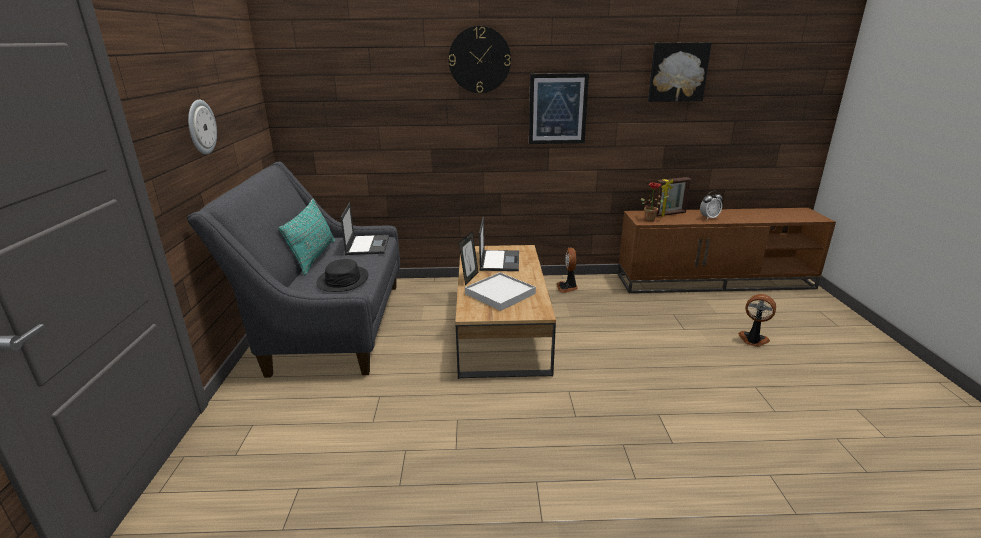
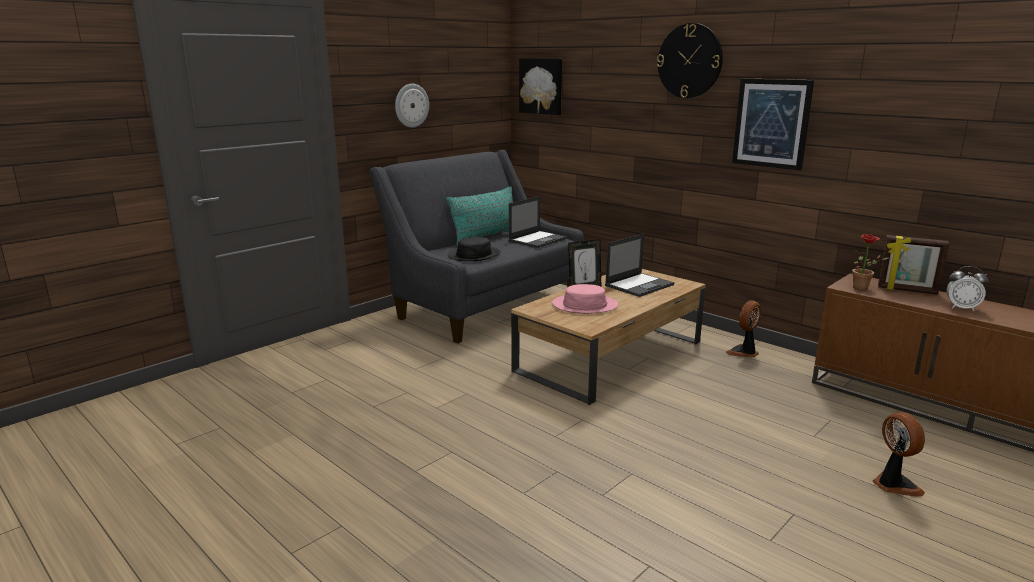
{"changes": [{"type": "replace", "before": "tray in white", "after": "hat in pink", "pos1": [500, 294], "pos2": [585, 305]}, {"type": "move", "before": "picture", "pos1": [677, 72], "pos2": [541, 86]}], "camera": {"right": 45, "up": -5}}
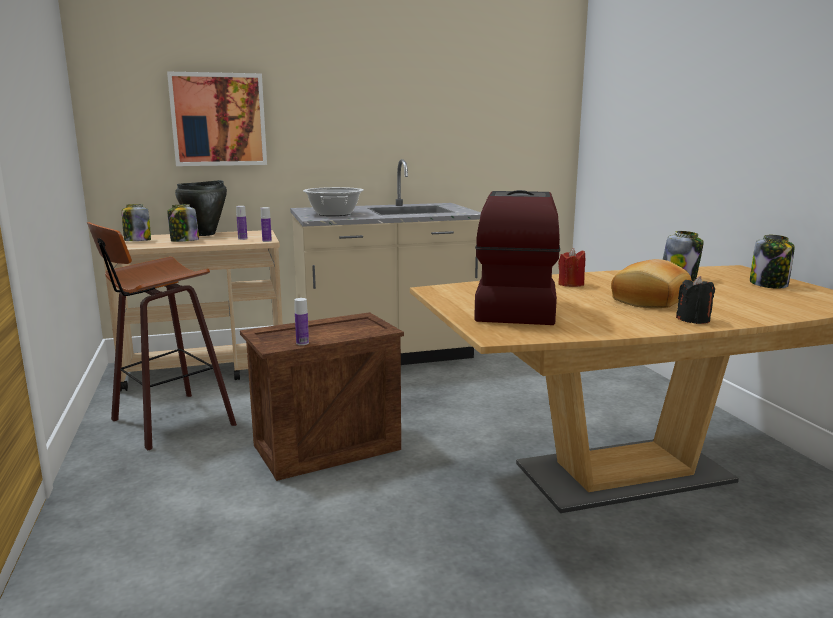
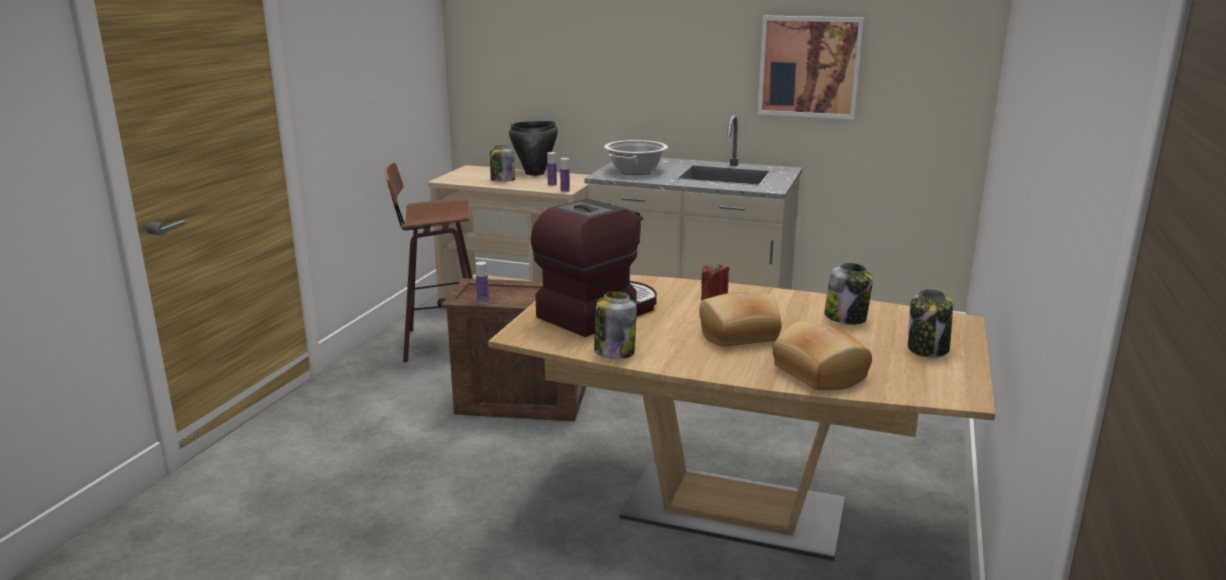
{"changes": [{"type": "move", "before": "jar", "pos1": [137, 241], "pos2": [614, 352]}, {"type": "move", "before": "picture", "pos1": [218, 119], "pos2": [809, 66]}, {"type": "delete", "before": "candle in black", "pos1": [693, 320]}, {"type": "insert", "after": "bread", "pos2": [818, 373]}], "camera": {"right": 35, "up": 5}}
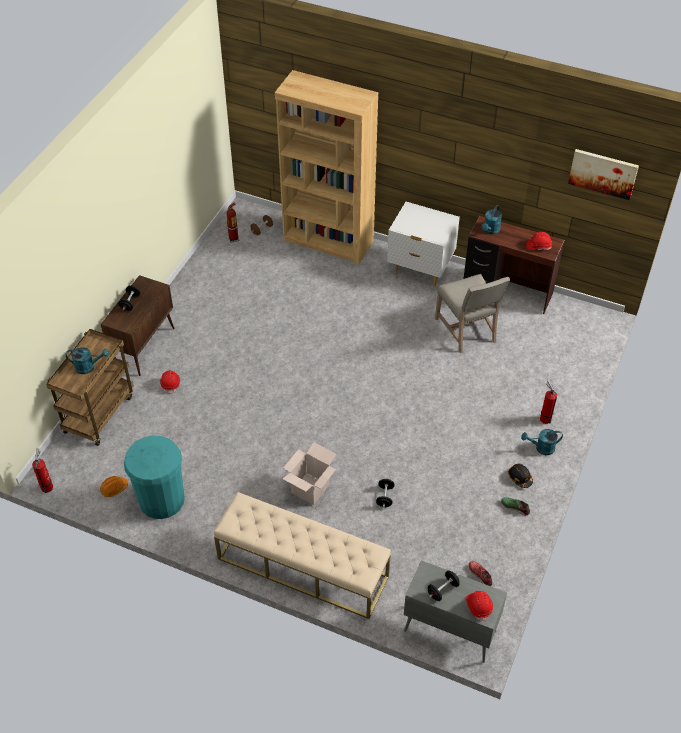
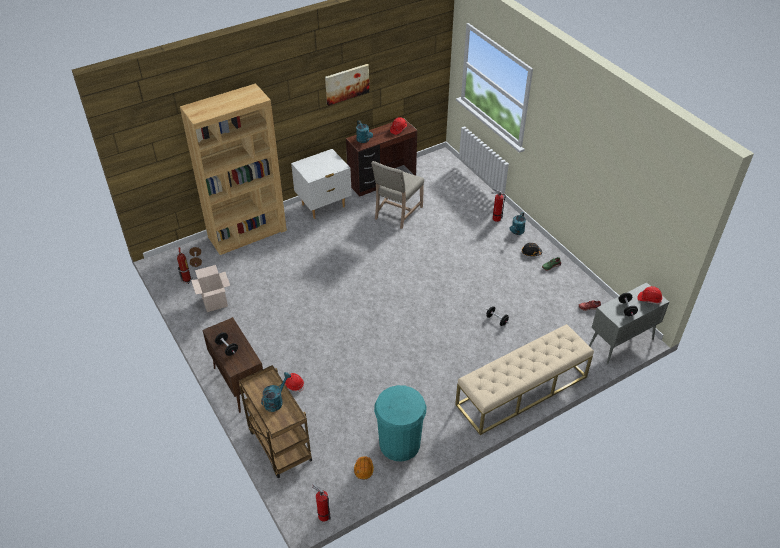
{"changes": [{"type": "move", "before": "cardboard box", "pos1": [310, 488], "pos2": [215, 301]}, {"type": "rotate", "before": "chair in beige", "pos1": [467, 331], "pos2": [397, 213], "turn": 105}, {"type": "move", "before": "picture", "pos1": [603, 173], "pos2": [347, 84]}], "camera": {"right": -55, "up": -5}}
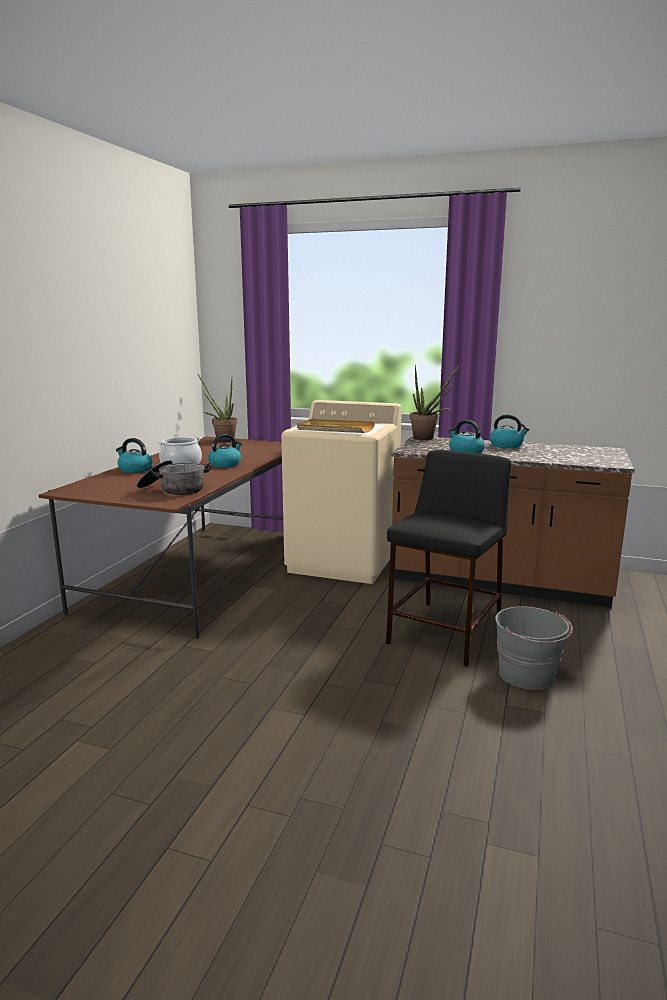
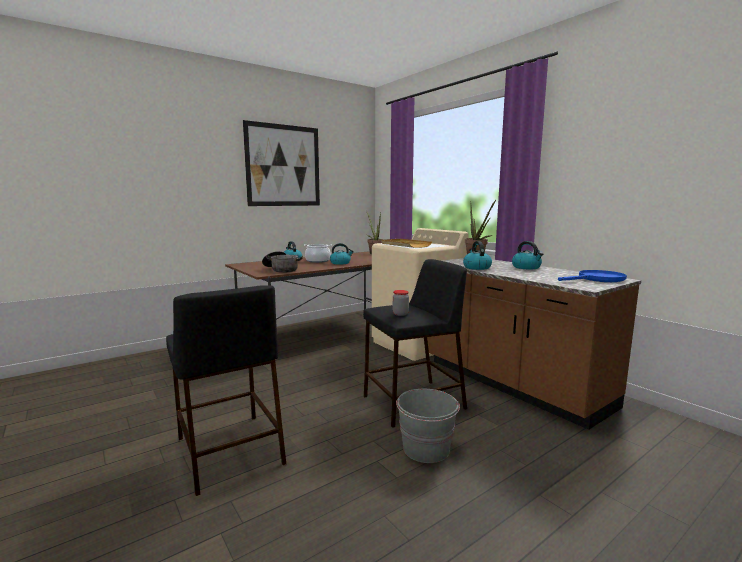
{"changes": [{"type": "insert", "after": "stool in black", "pos2": [228, 450]}, {"type": "insert", "after": "picture", "pos2": [283, 166]}, {"type": "insert", "after": "jar", "pos2": [400, 314]}, {"type": "insert", "after": "frying pan in blue", "pos2": [597, 279]}], "camera": {"right": 35, "up": -5}}
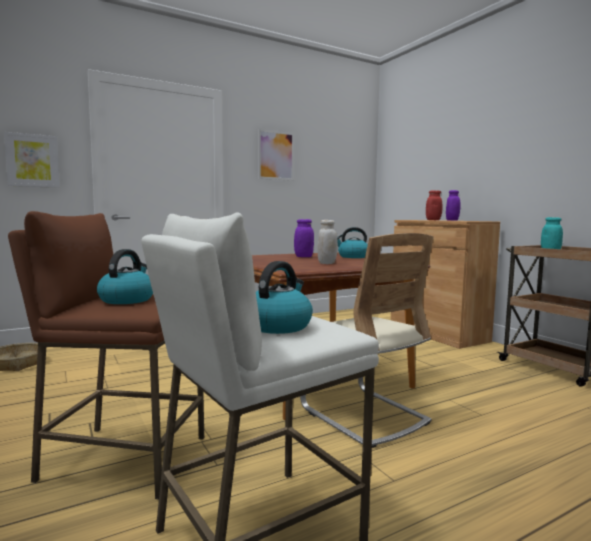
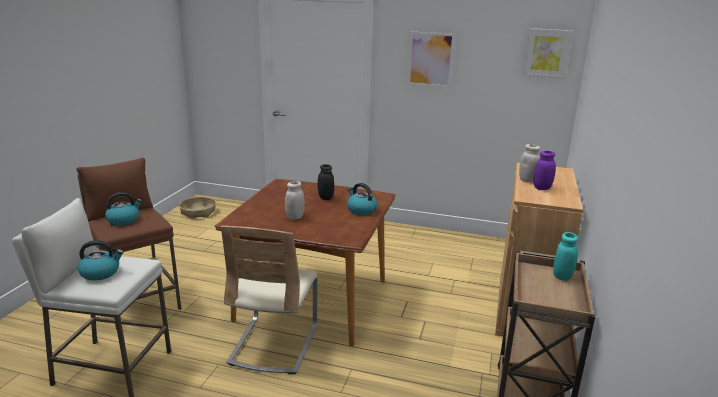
{"changes": [{"type": "move", "before": "picture", "pos1": [32, 160], "pos2": [546, 53]}, {"type": "recolor", "before": "jar in purple", "after": "jar in black", "pos1": [303, 257], "pos2": [325, 198]}, {"type": "recolor", "before": "jar in red", "after": "jar in white", "pos1": [433, 220], "pos2": [527, 180]}], "camera": {"right": 45, "up": 15}}
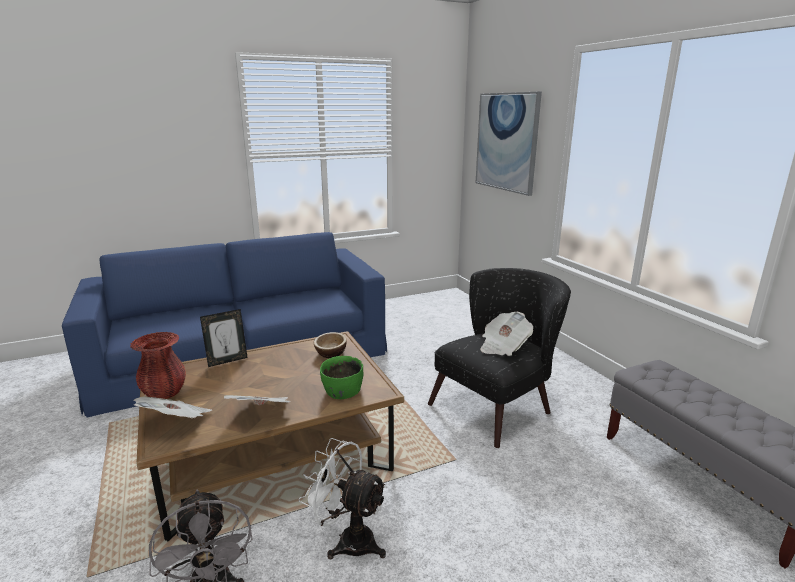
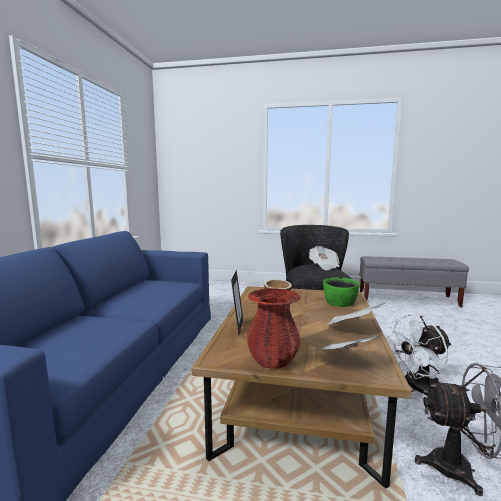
{"changes": [{"type": "delete", "before": "picture", "pos1": [506, 142]}], "camera": {"right": -55, "up": -10}}
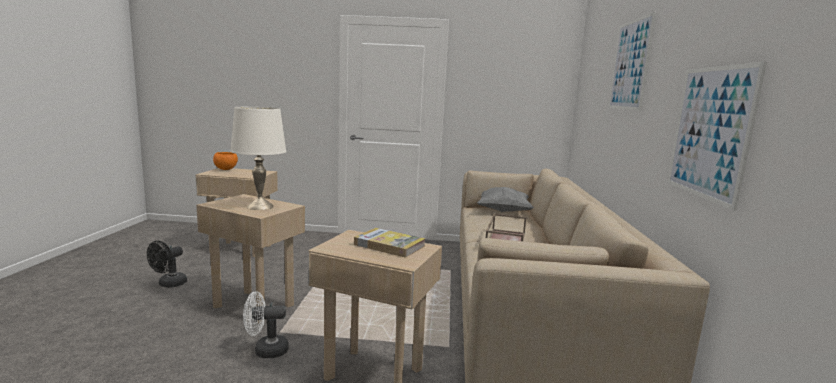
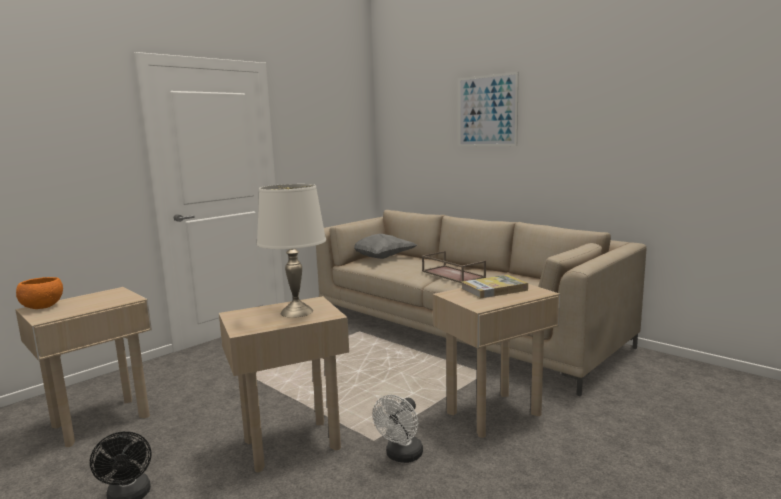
{"changes": [{"type": "delete", "before": "picture", "pos1": [710, 132]}], "camera": {"right": -50, "up": 0}}
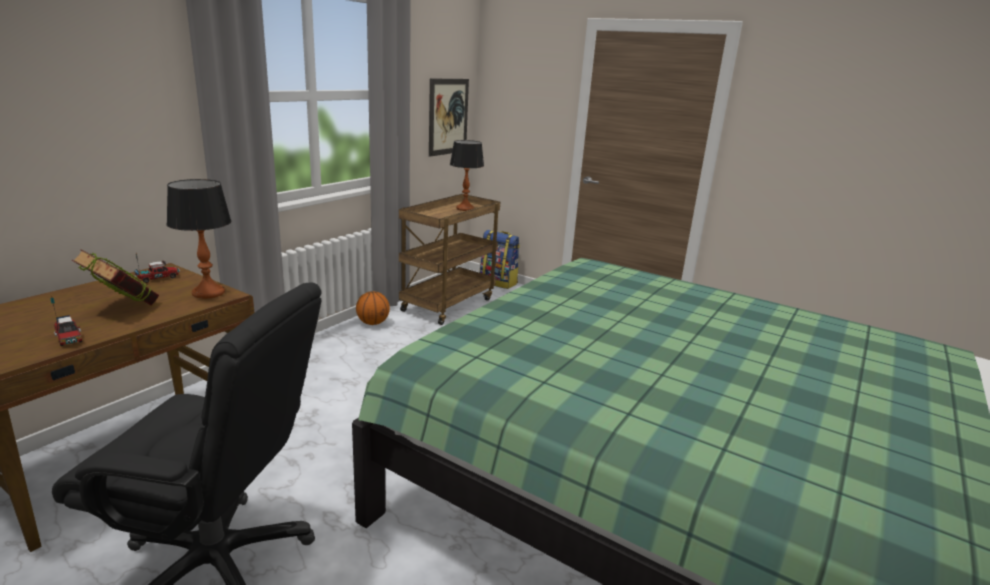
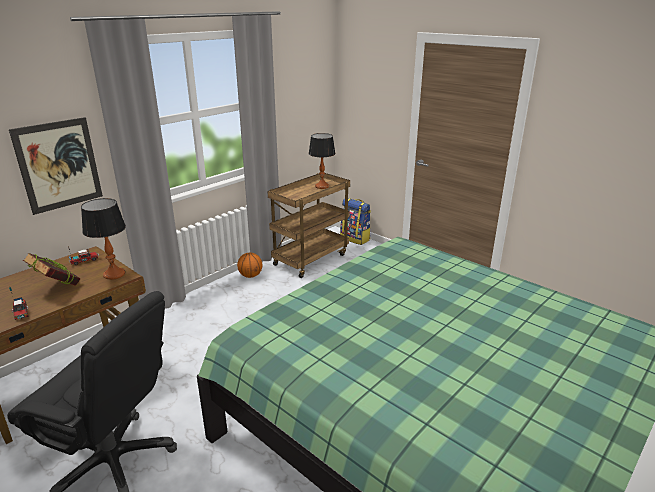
{"changes": [{"type": "move", "before": "picture", "pos1": [448, 117], "pos2": [59, 165]}], "camera": {"right": 10, "up": 5}}
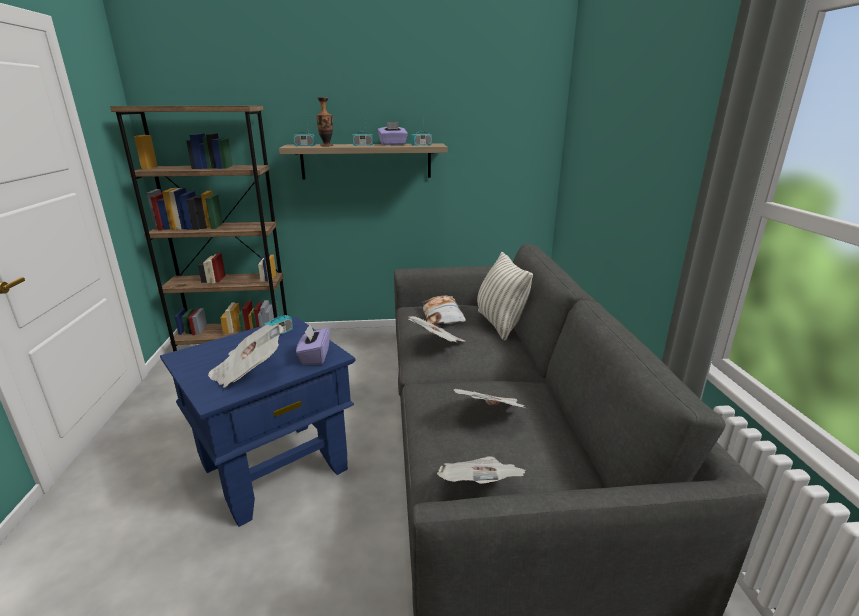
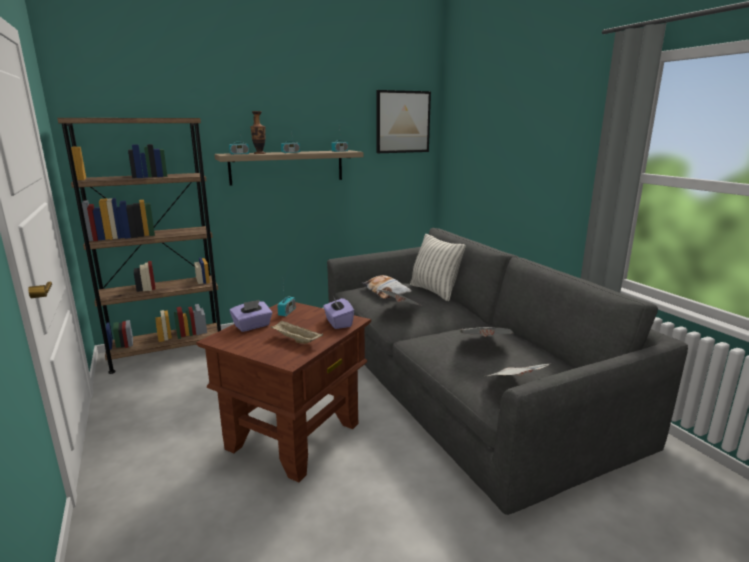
{"changes": [{"type": "recolor", "before": "side table in blue", "after": "side table in brown", "pos1": [275, 468], "pos2": [295, 436]}, {"type": "replace", "before": "newspaper", "after": "tray in beige", "pos1": [248, 372], "pos2": [295, 340]}, {"type": "move", "before": "tissue box in purple", "pos1": [393, 144], "pos2": [252, 326]}, {"type": "insert", "after": "picture", "pos2": [403, 122]}], "camera": {"right": -20, "up": -5}}
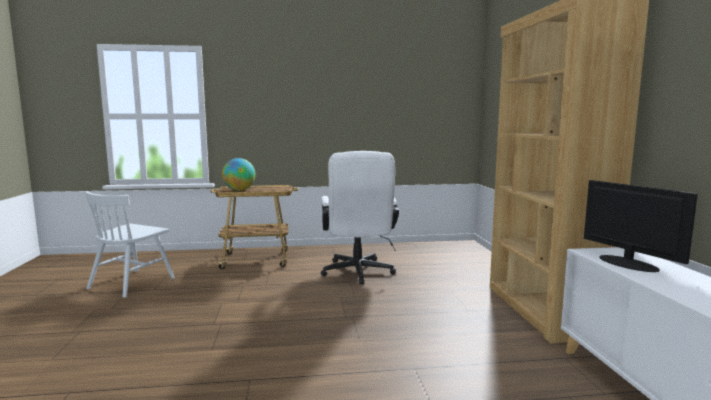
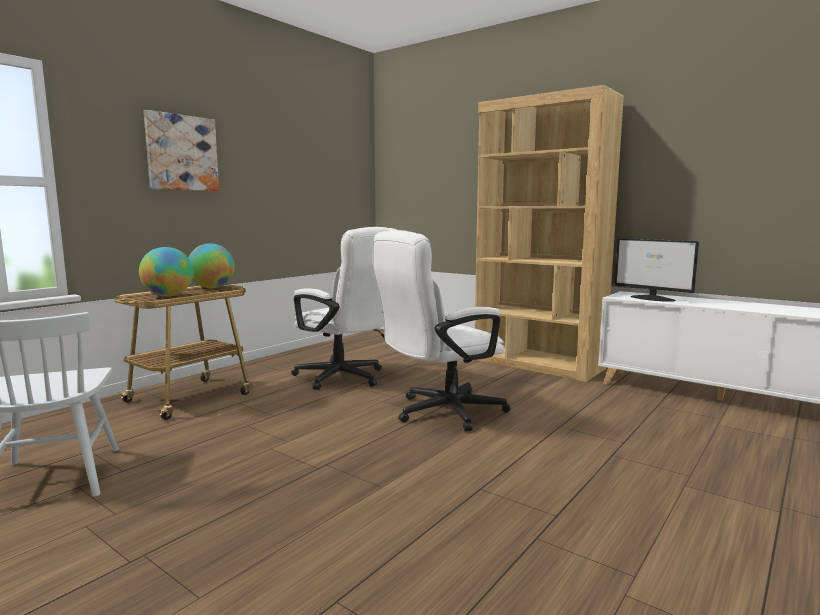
{"changes": [{"type": "rotate", "before": "monitor", "pos1": [627, 263], "pos2": [653, 298], "turn": -150}, {"type": "insert", "after": "picture", "pos2": [182, 153]}, {"type": "insert", "after": "globe", "pos2": [212, 288]}, {"type": "insert", "after": "office chair in white", "pos2": [440, 412]}], "camera": {"right": -45, "up": 0}}
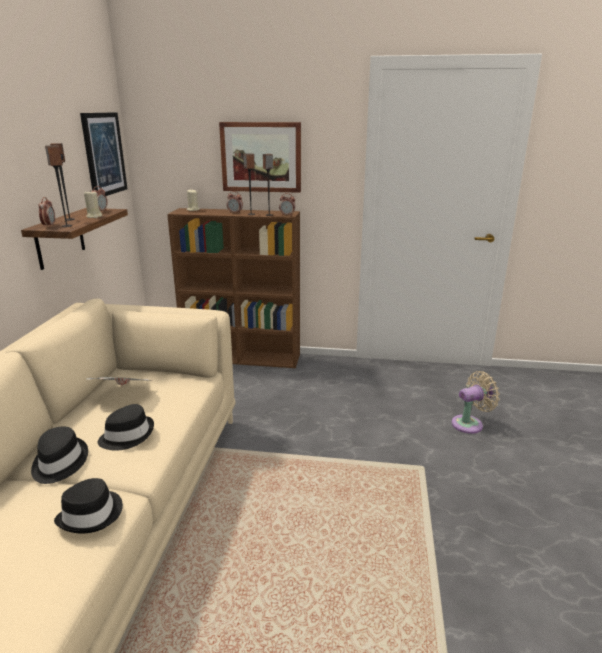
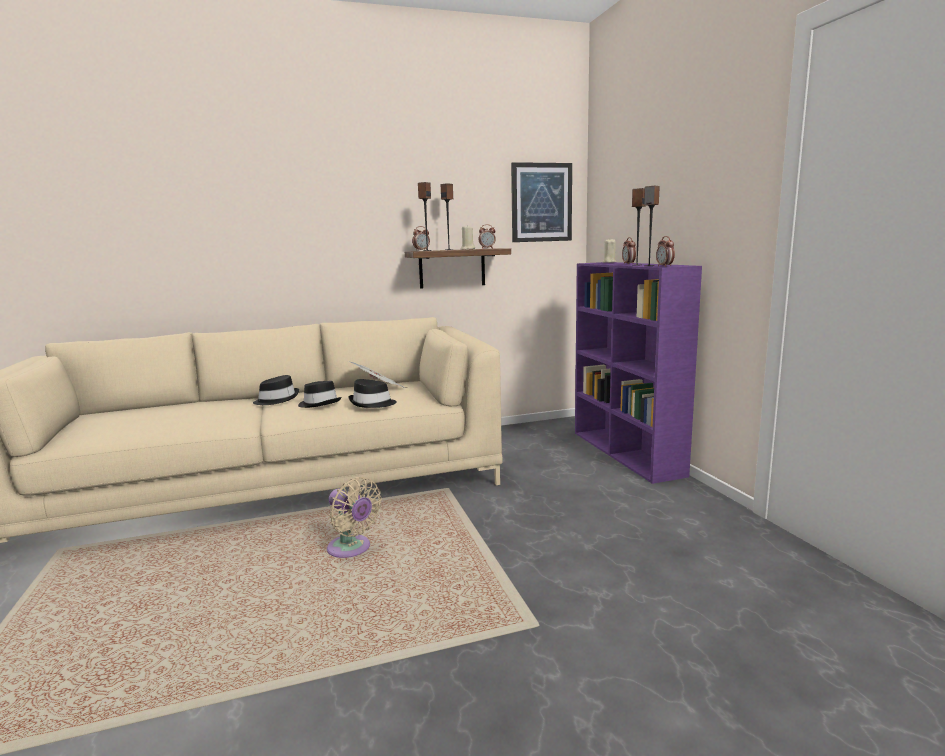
{"changes": [{"type": "move", "before": "hat in black", "pos1": [92, 515], "pos2": [372, 403]}, {"type": "recolor", "before": "bookcase in brown", "after": "bookcase in purple", "pos1": [243, 357], "pos2": [627, 453]}, {"type": "delete", "before": "picture", "pos1": [261, 157]}, {"type": "move", "before": "fan in beige", "pos1": [470, 424], "pos2": [351, 549]}], "camera": {"right": 65, "up": -10}}
